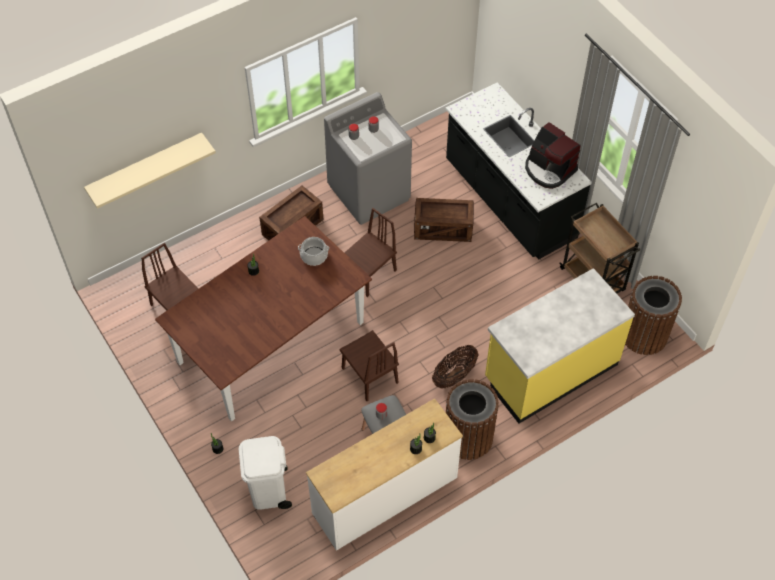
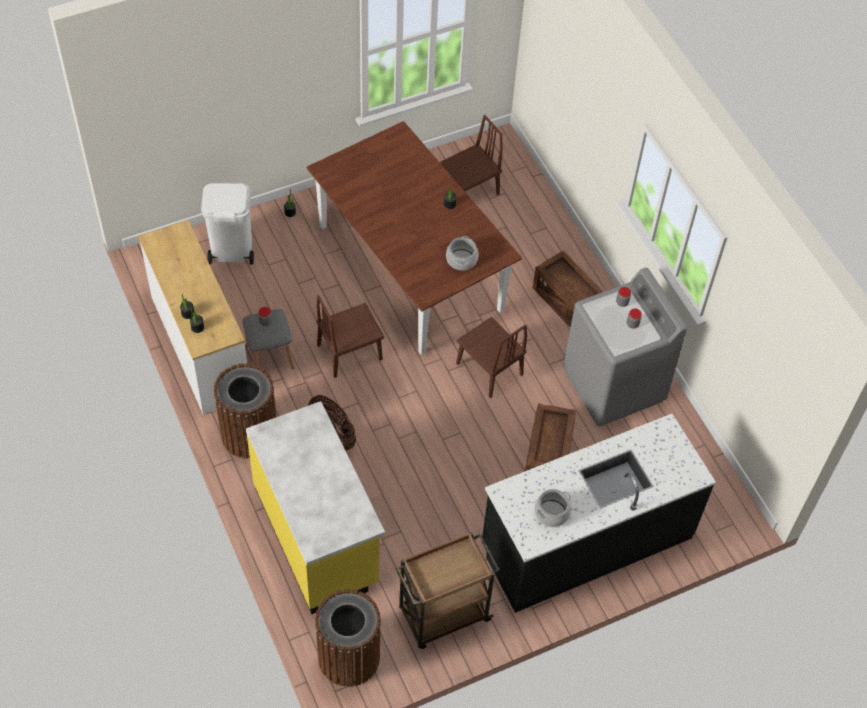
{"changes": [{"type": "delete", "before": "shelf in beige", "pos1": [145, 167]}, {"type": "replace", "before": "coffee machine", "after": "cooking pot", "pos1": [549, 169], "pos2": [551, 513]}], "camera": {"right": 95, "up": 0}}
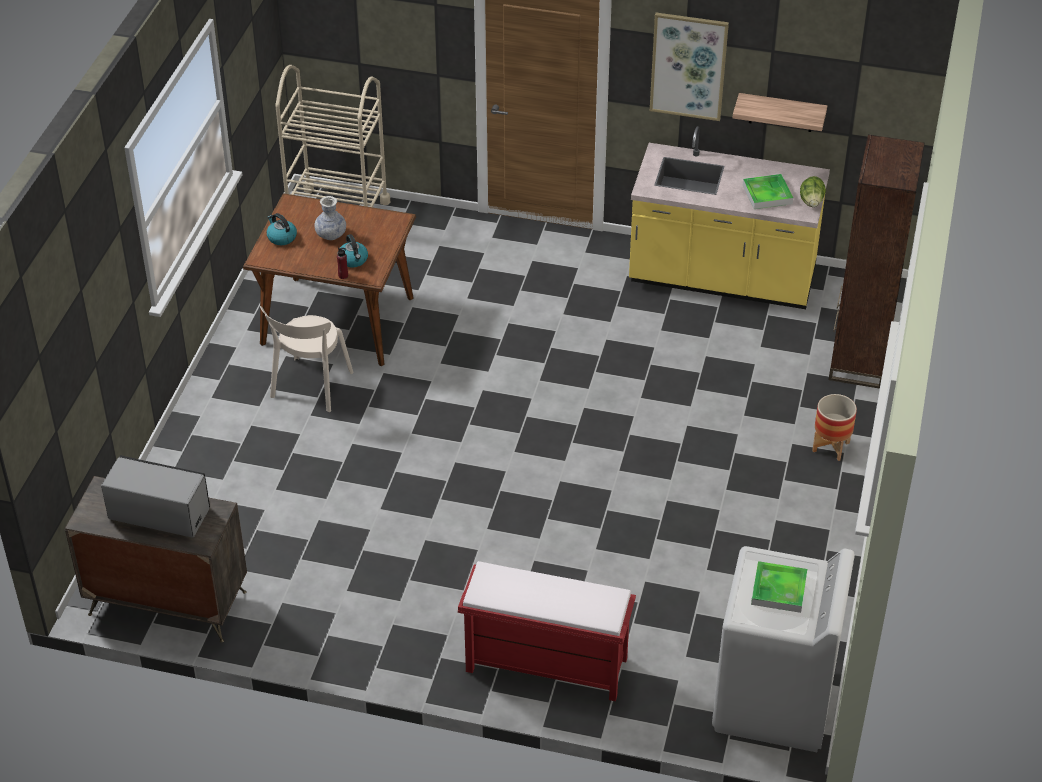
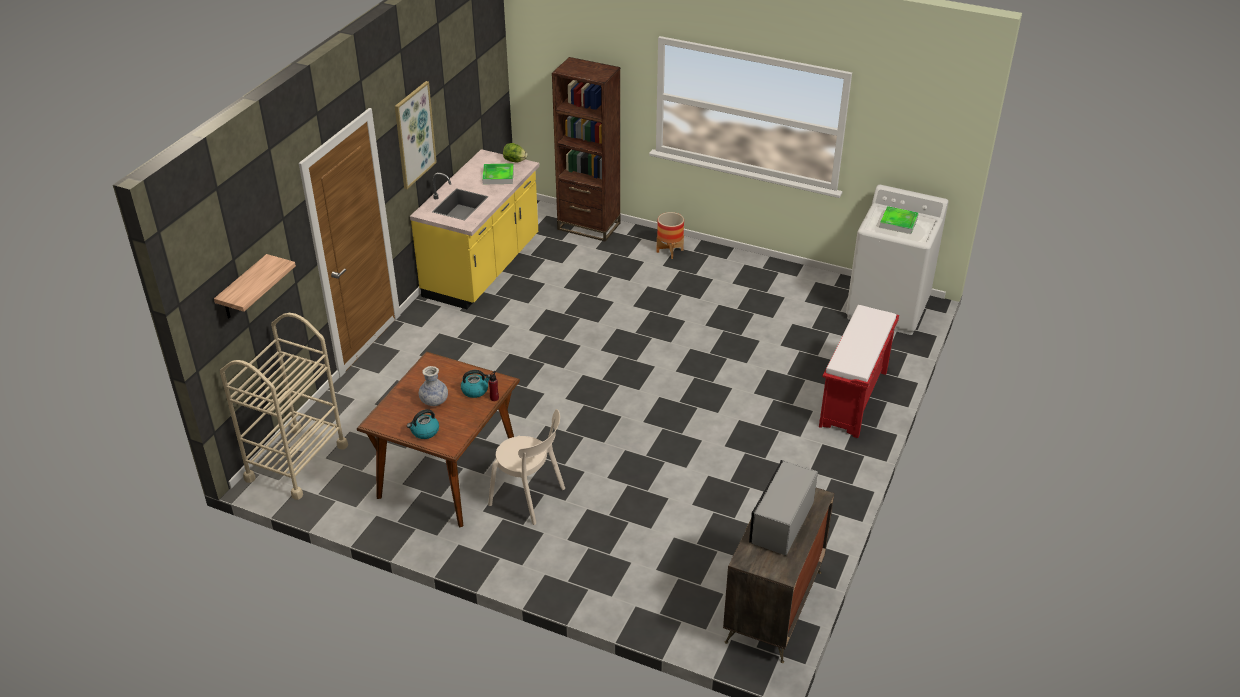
{"changes": [{"type": "move", "before": "shelf", "pos1": [781, 113], "pos2": [243, 288]}], "camera": {"right": -80, "up": -5}}
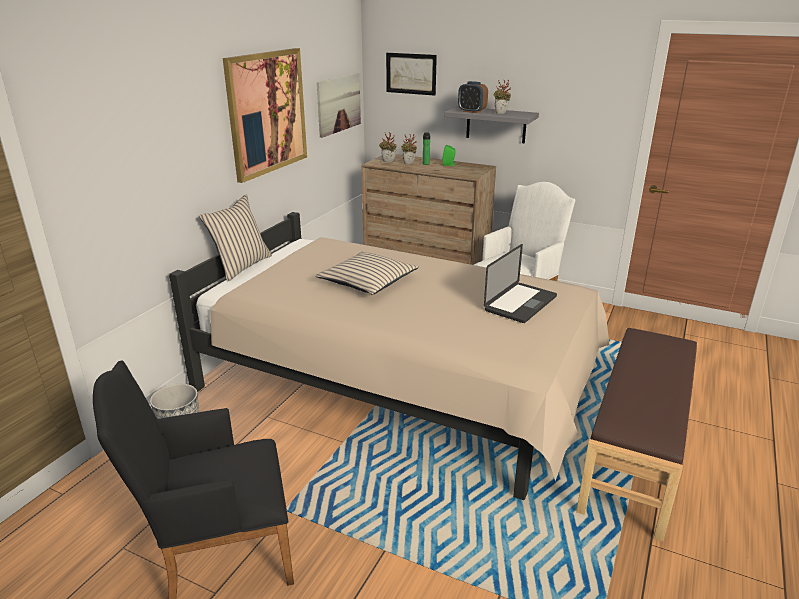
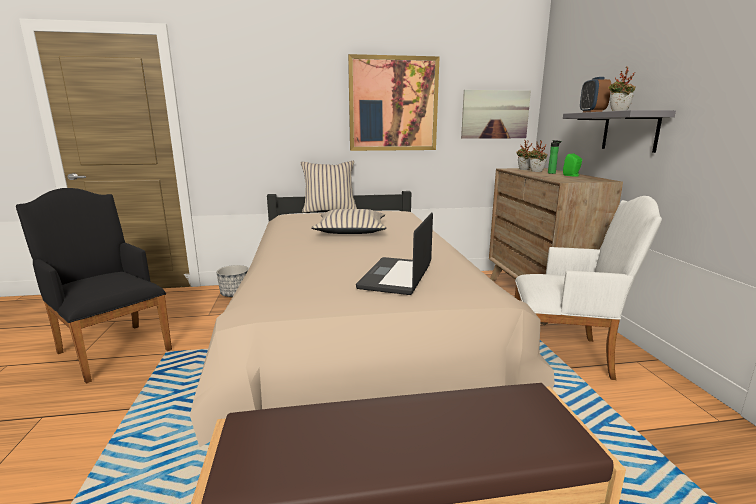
{"changes": [{"type": "delete", "before": "picture", "pos1": [411, 73]}, {"type": "rotate", "before": "laptop", "pos1": [520, 303], "pos2": [396, 277], "turn": 105}], "camera": {"right": 55, "up": -10}}
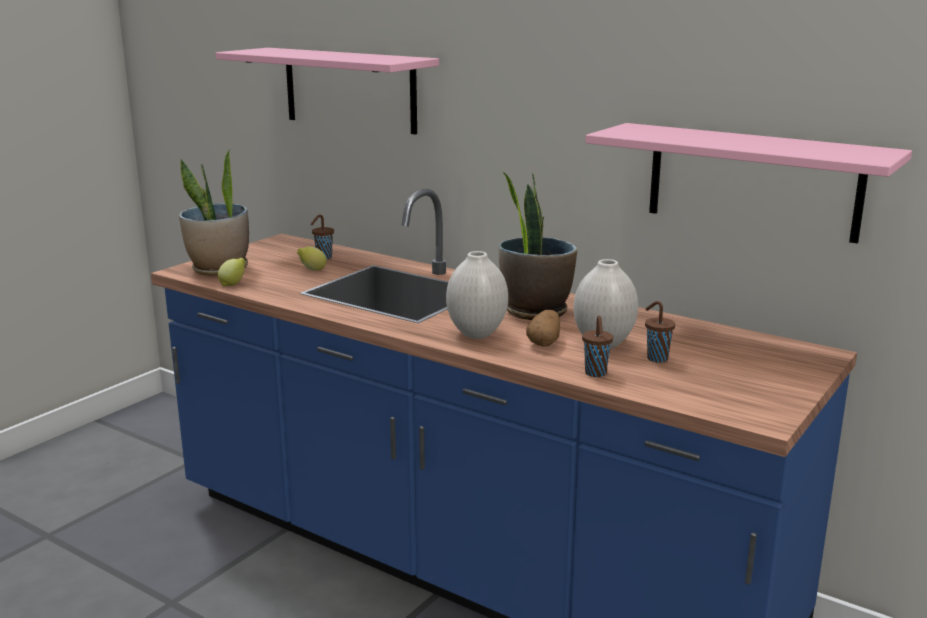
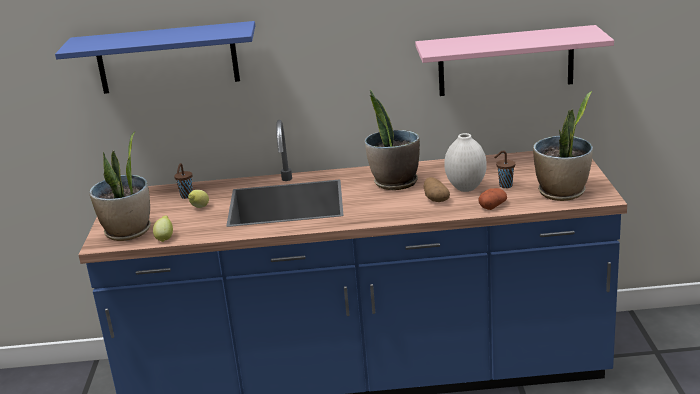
{"changes": [{"type": "recolor", "before": "shelf in pink", "after": "shelf in blue", "pos1": [349, 89], "pos2": [167, 58]}, {"type": "delete", "before": "vase in white", "pos1": [476, 334]}, {"type": "replace", "before": "cup in brown", "after": "potato", "pos1": [596, 374], "pos2": [492, 206]}, {"type": "insert", "after": "potted plant", "pos2": [562, 193]}], "camera": {"right": -35, "up": 5}}
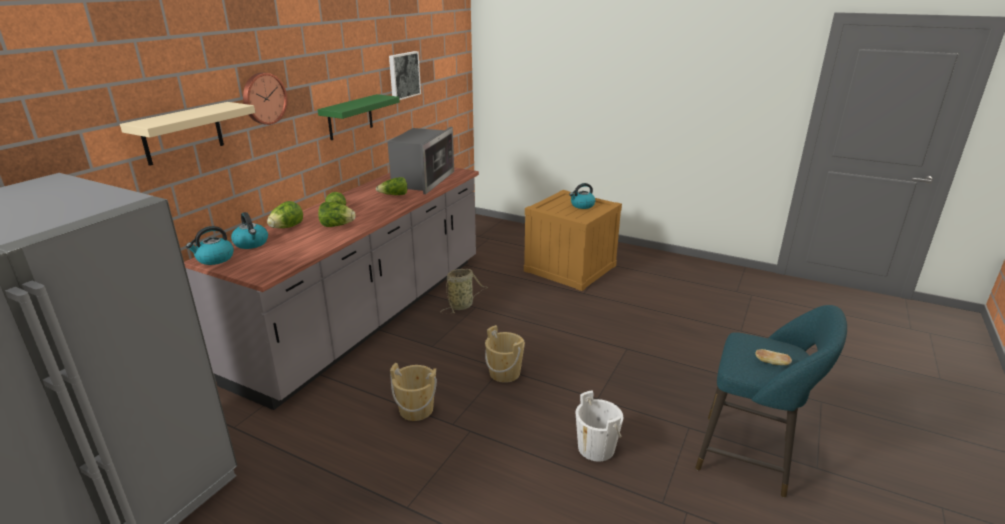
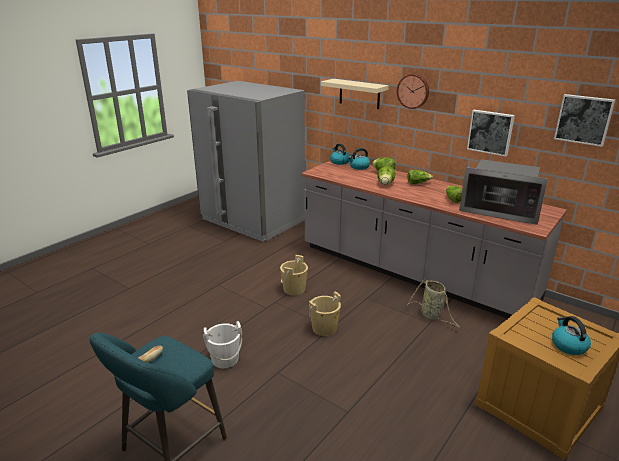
{"changes": [{"type": "replace", "before": "shelf in green", "after": "picture", "pos1": [350, 117], "pos2": [490, 132]}], "camera": {"right": 100, "up": 0}}
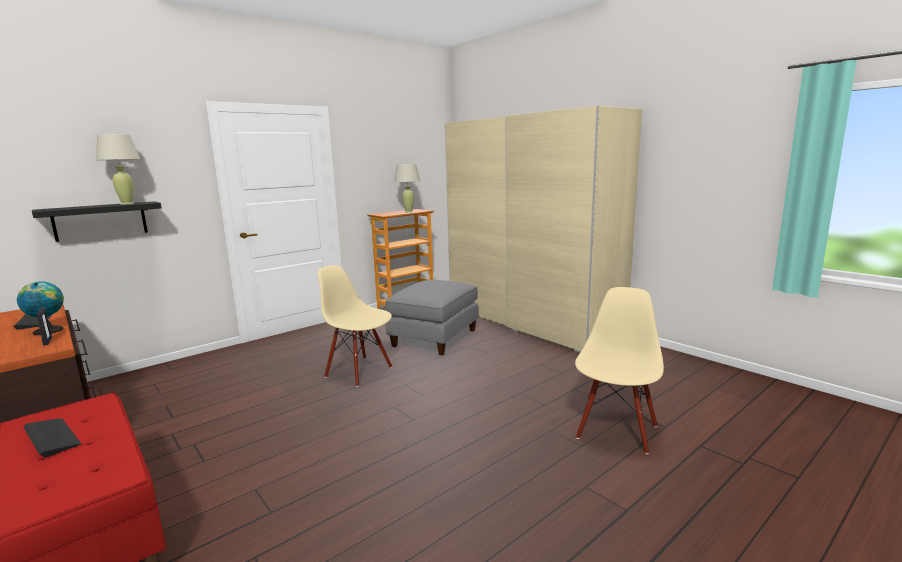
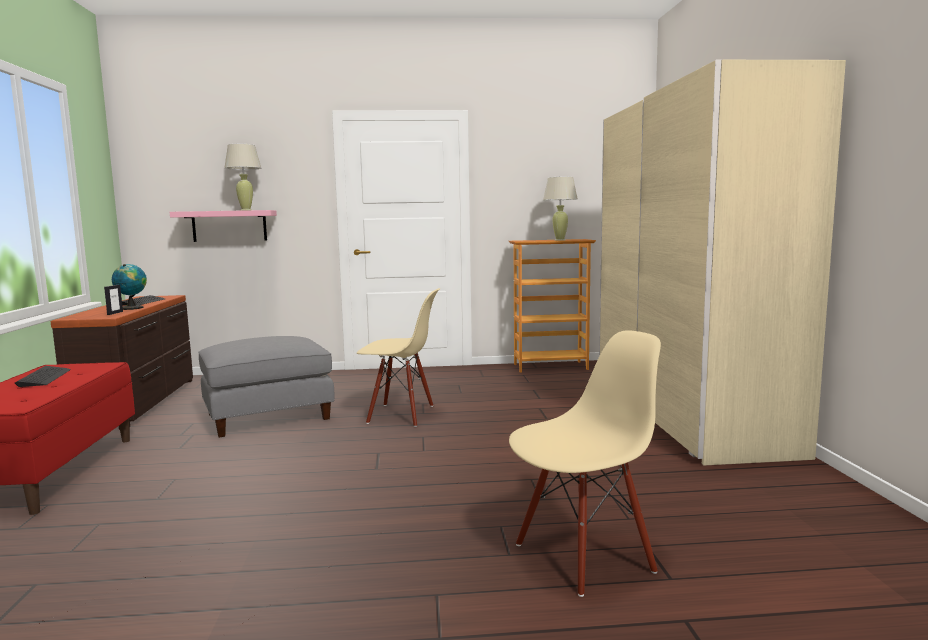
{"changes": [{"type": "recolor", "before": "shelf in black", "after": "shelf in pink", "pos1": [100, 221], "pos2": [229, 226]}, {"type": "rotate", "before": "chair in beige", "pos1": [359, 371], "pos2": [401, 415], "turn": 120}, {"type": "move", "before": "ottoman in grey", "pos1": [434, 338], "pos2": [268, 416]}], "camera": {"right": 35, "up": -5}}
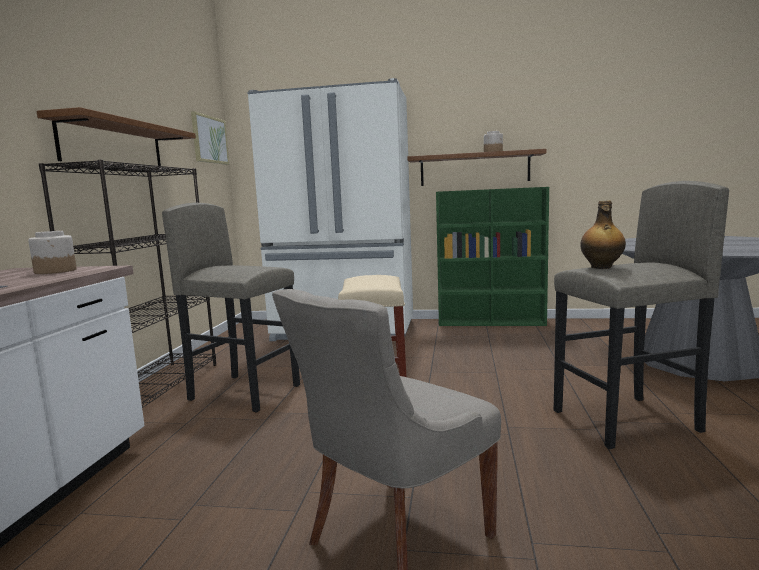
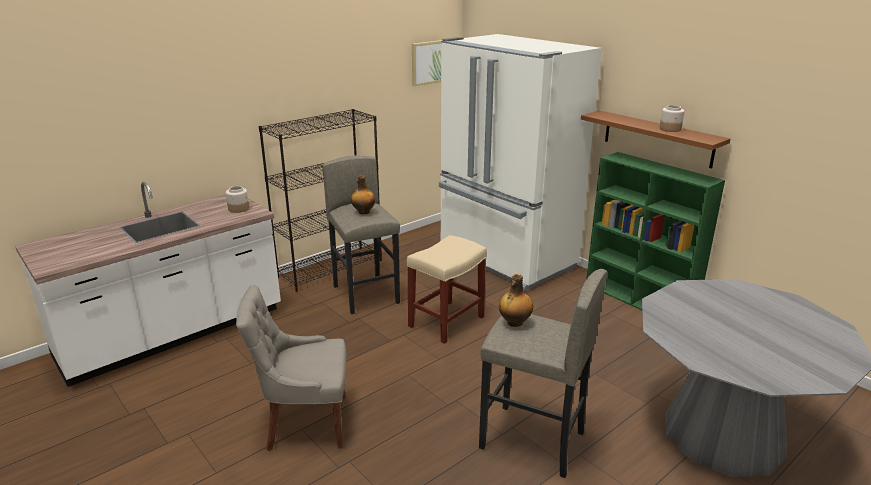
{"changes": [{"type": "delete", "before": "shelf in brown", "pos1": [113, 145]}, {"type": "insert", "after": "bottle", "pos2": [363, 212]}], "camera": {"right": 40, "up": 15}}
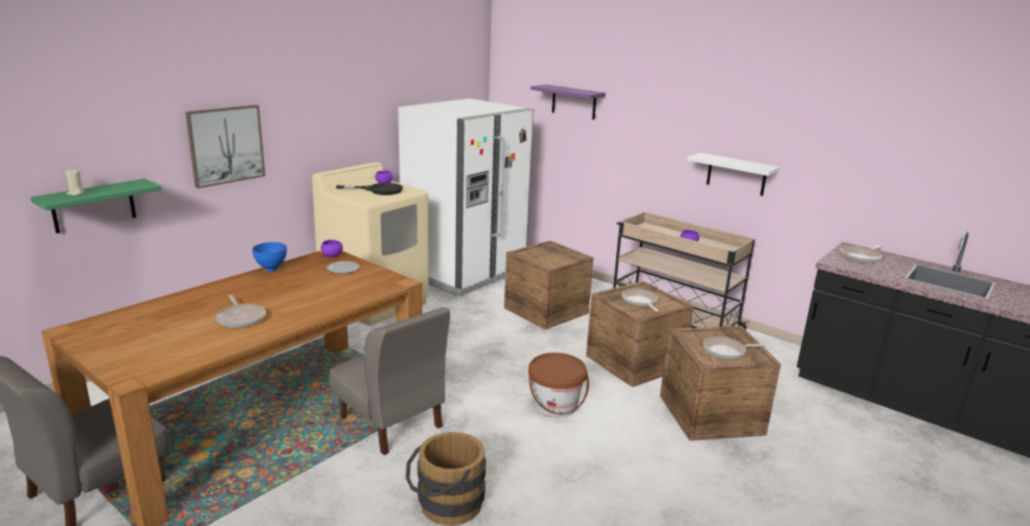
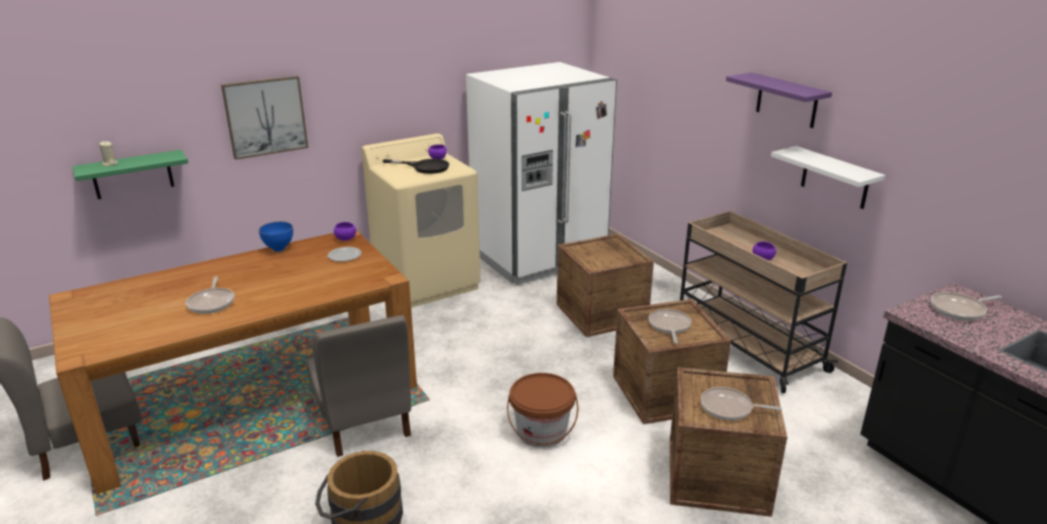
{"changes": [{"type": "move", "before": "shelf in purple", "pos1": [573, 102], "pos2": [786, 100]}], "camera": {"right": 20, "up": 5}}
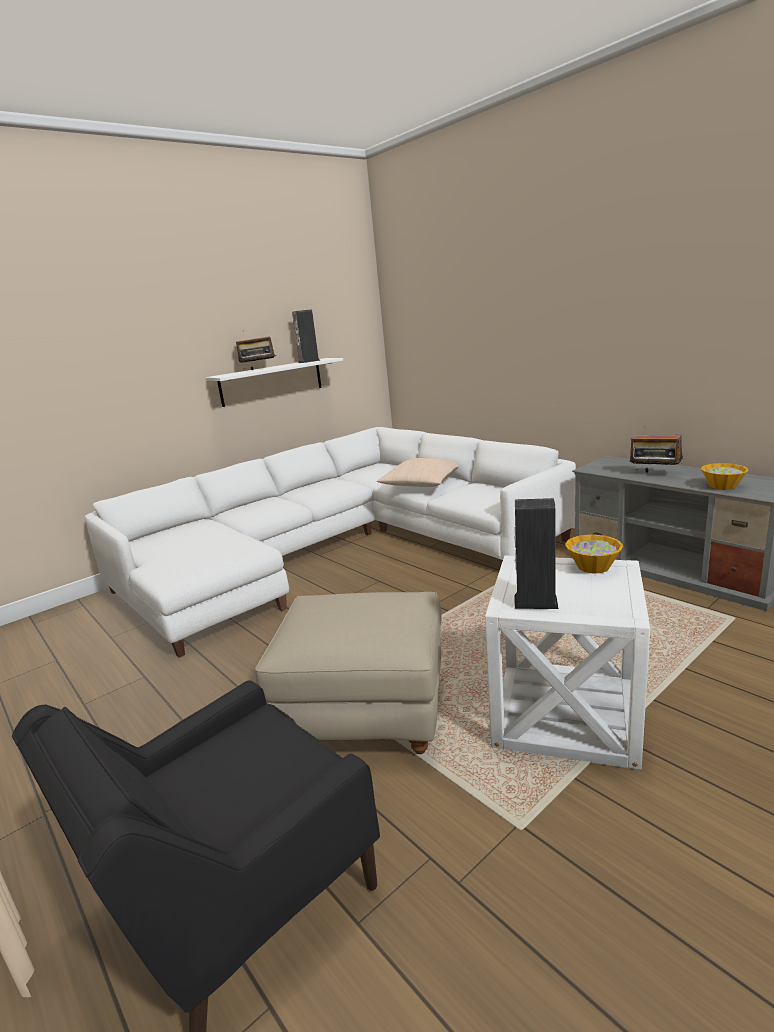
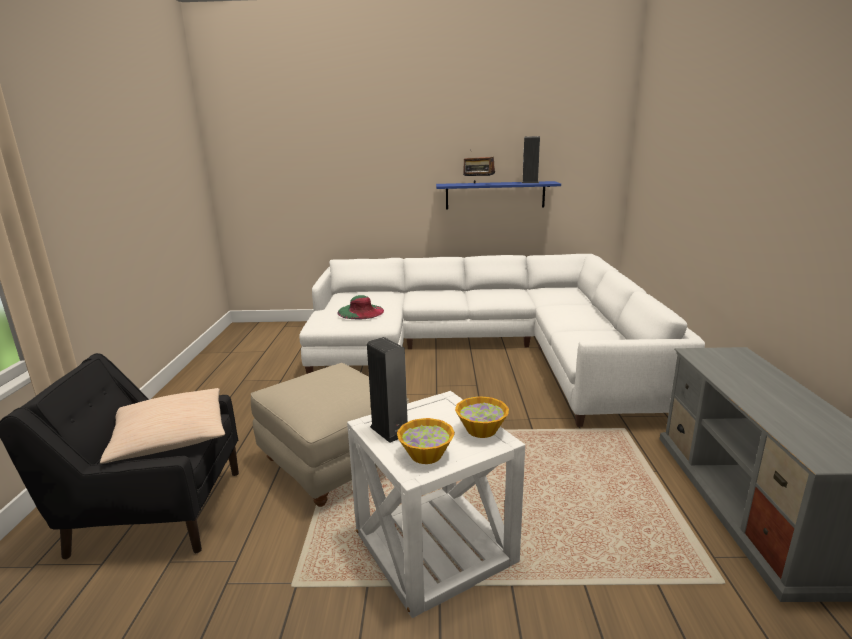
{"changes": [{"type": "recolor", "before": "shelf in white", "after": "shelf in blue", "pos1": [272, 382], "pos2": [495, 195]}, {"type": "move", "before": "pillow in beige", "pos1": [421, 483], "pos2": [170, 437]}, {"type": "delete", "before": "radio", "pos1": [654, 474]}, {"type": "move", "before": "bowl", "pos1": [722, 486], "pos2": [426, 454]}, {"type": "insert", "after": "hat in green", "pos2": [360, 311]}], "camera": {"right": 40, "up": 0}}
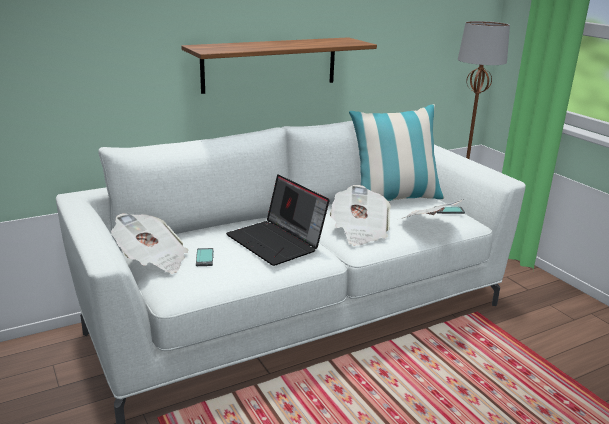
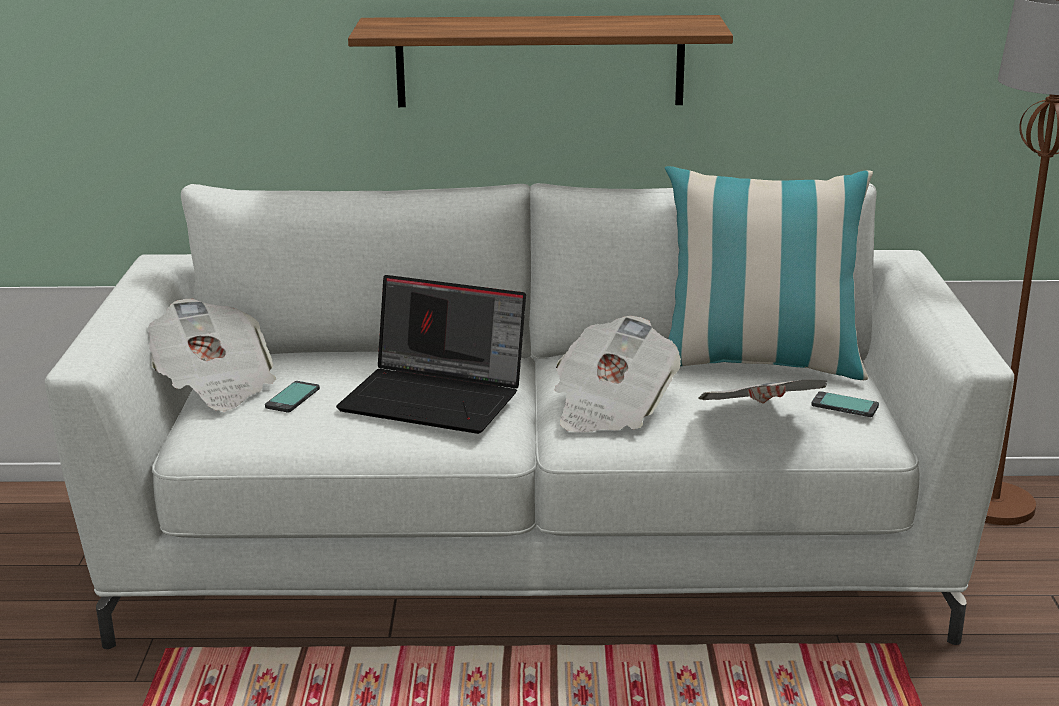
{"changes": [{"type": "rotate", "before": "laptop", "pos1": [277, 242], "pos2": [436, 397], "turn": -60}], "camera": {"right": 30, "up": 0}}
